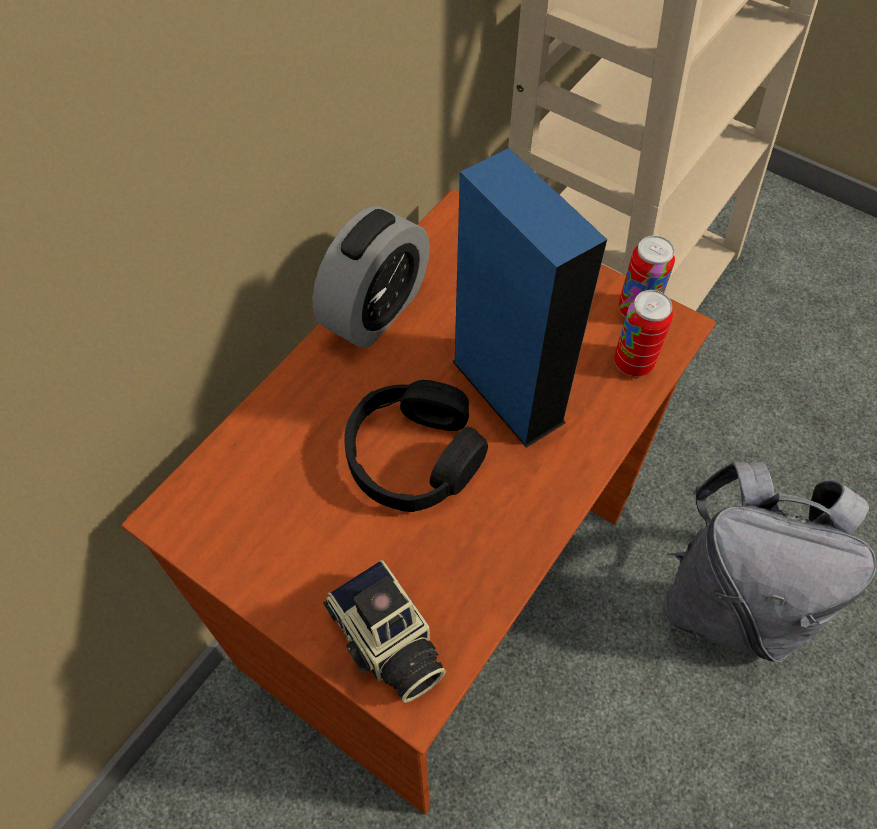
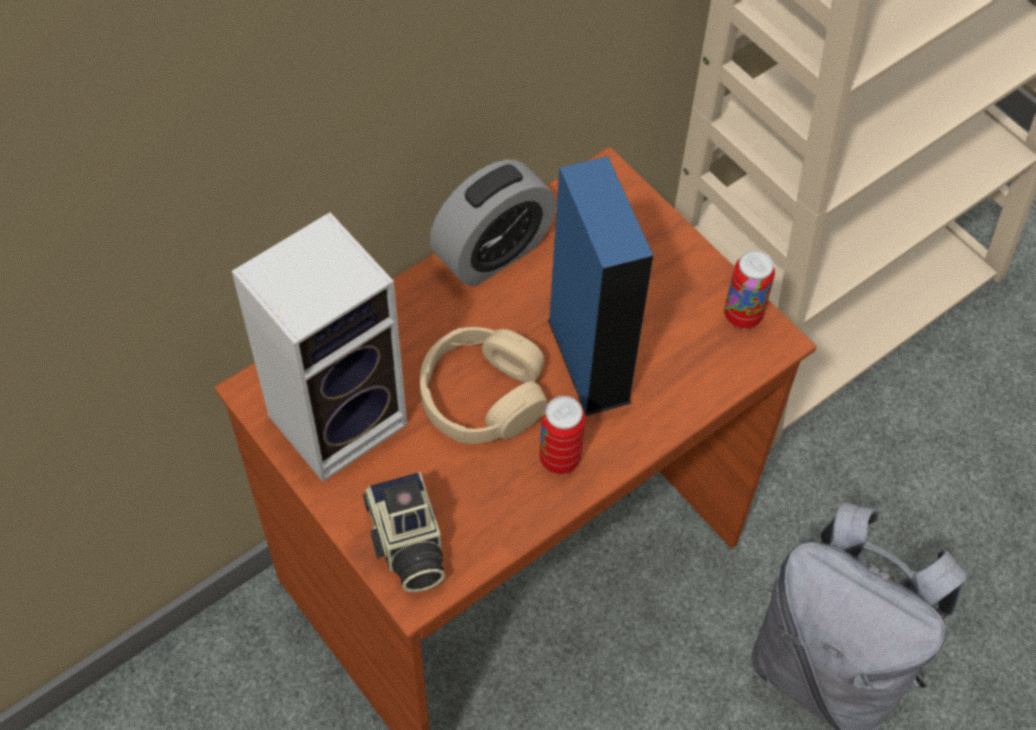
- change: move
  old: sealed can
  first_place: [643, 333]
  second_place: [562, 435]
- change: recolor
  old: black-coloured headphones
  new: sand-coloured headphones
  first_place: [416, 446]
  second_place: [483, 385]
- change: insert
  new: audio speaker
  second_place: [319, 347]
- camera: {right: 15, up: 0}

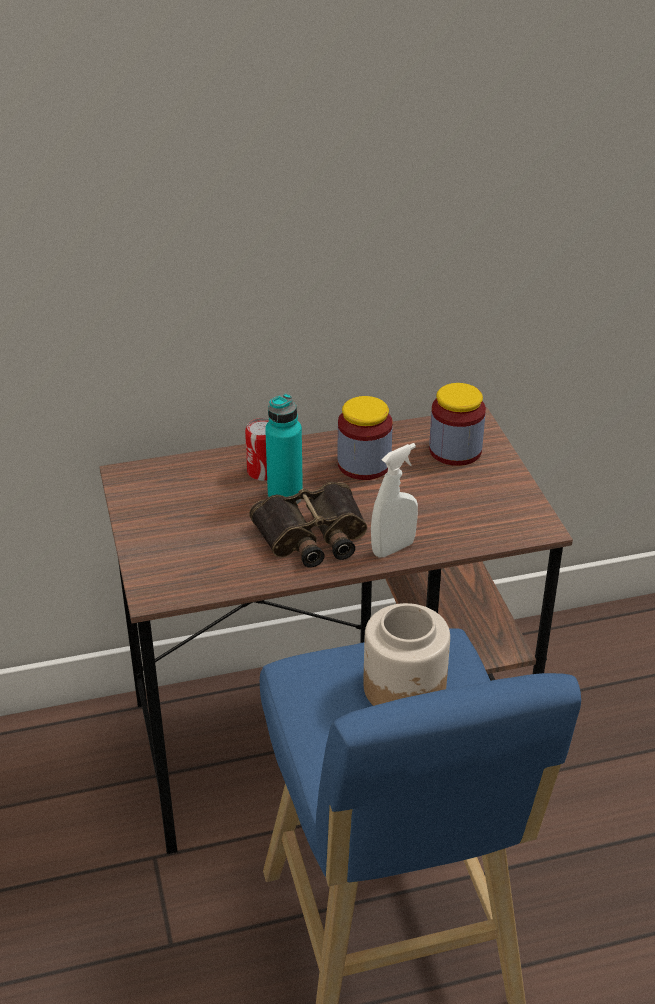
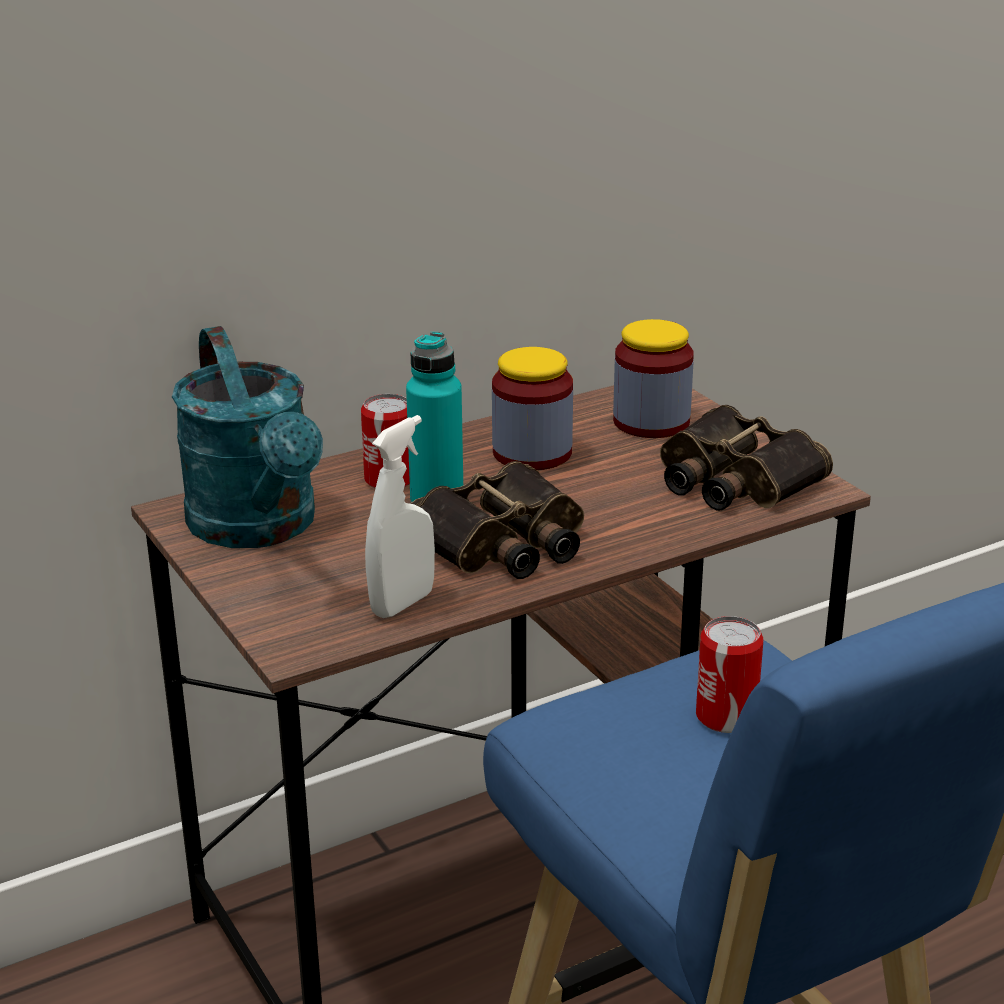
- change: move
  old: whitish spray bottle
  first_place: [394, 500]
  second_place: [400, 516]
- change: replace
  old: jar
  new: sealed can
  first_place: [406, 654]
  second_place: [729, 674]
- change: insert
  new: blue-green watering pot
  second_place: [247, 437]
- change: insert
  new: binoculars
  second_place: [746, 458]
- camera: {right: -15, up: -10}

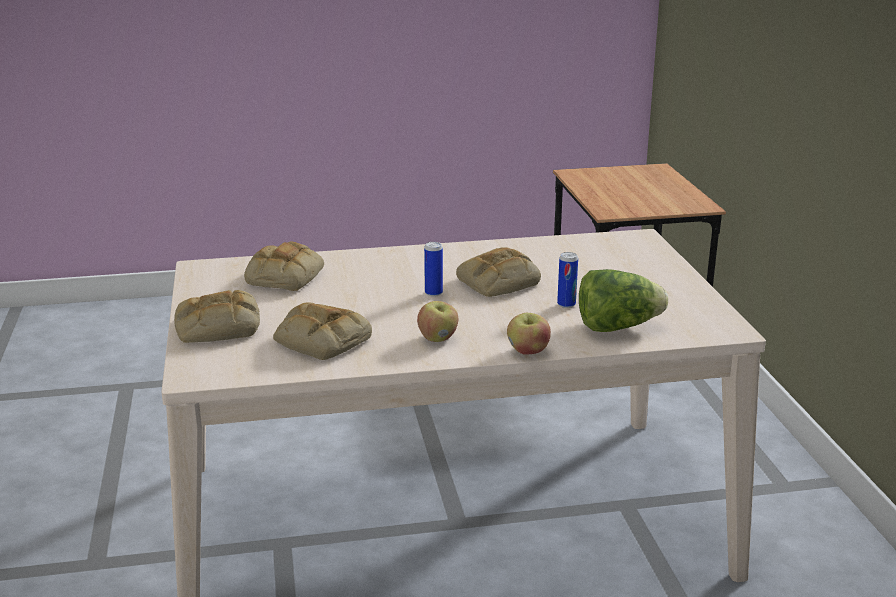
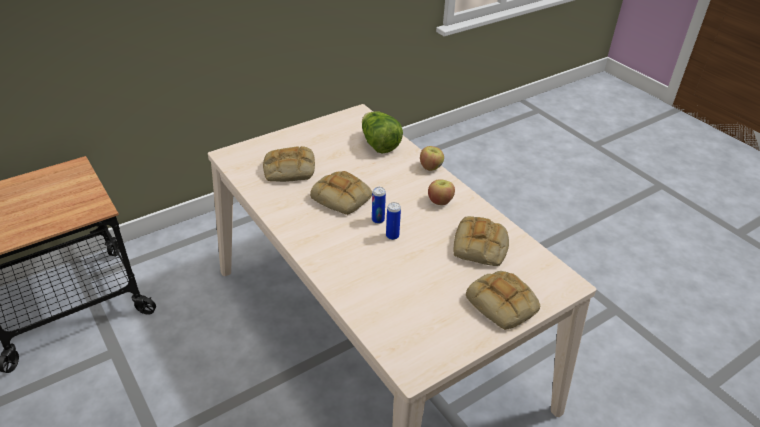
- change: move
  old: bread
  first_place: [284, 266]
  second_place: [289, 164]
- change: move
  old: sealed can
  first_place: [567, 280]
  second_place: [393, 221]
- camera: {right: -115, up: 15}

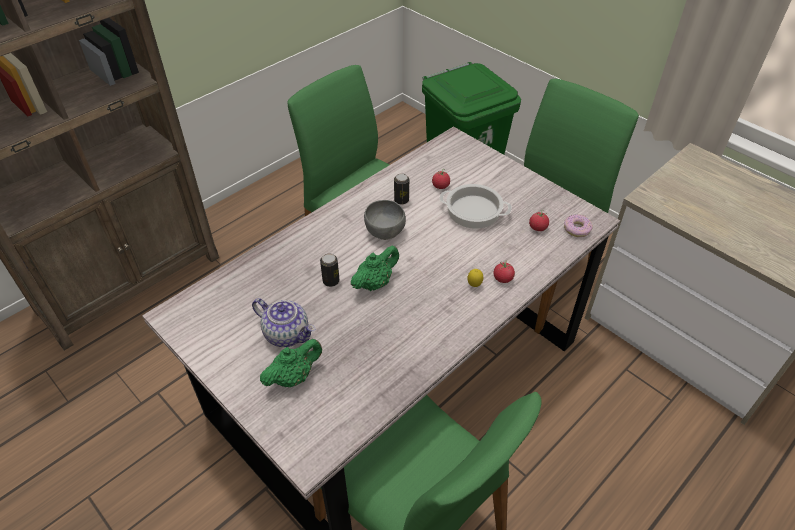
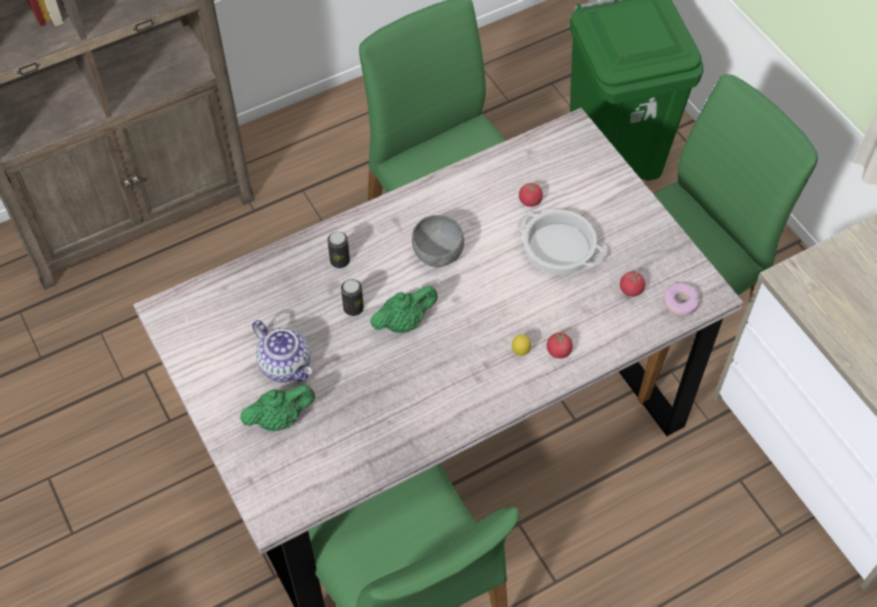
- change: move
  old: sealed can
  first_place: [401, 189]
  second_place: [338, 249]
- camera: {right: 15, up: 10}

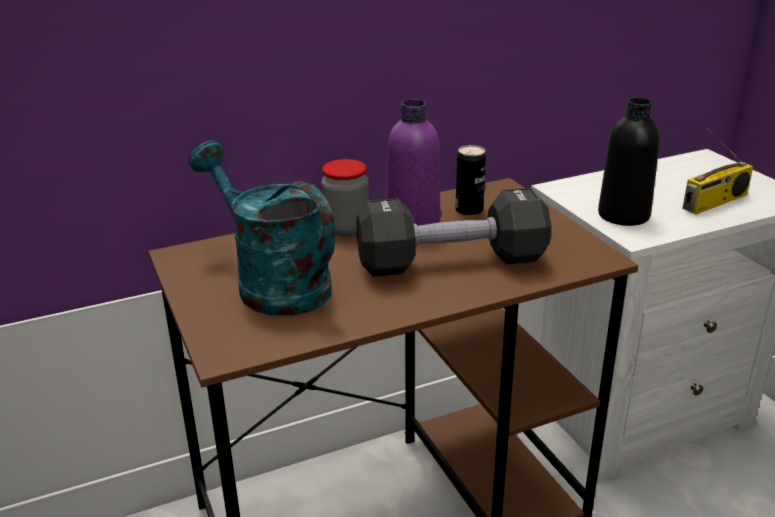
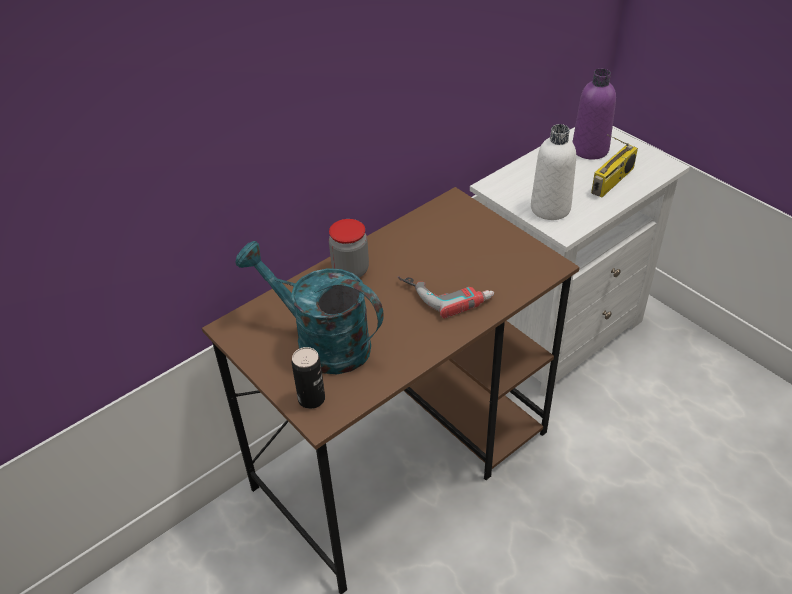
- change: recolor
  old: black-coloured bottle
  new: whitish bottle
  first_place: [629, 162]
  second_place: [553, 172]
- change: move
  old: purple bottle
  first_place: [413, 163]
  second_place: [594, 114]
- change: move
  old: sealed can
  first_place: [470, 180]
  second_place: [308, 378]
- change: replace
  old: black-coloured dumbbell
  new: electric drill
  first_place: [454, 232]
  second_place: [446, 297]
- camera: {right: -15, up: 15}

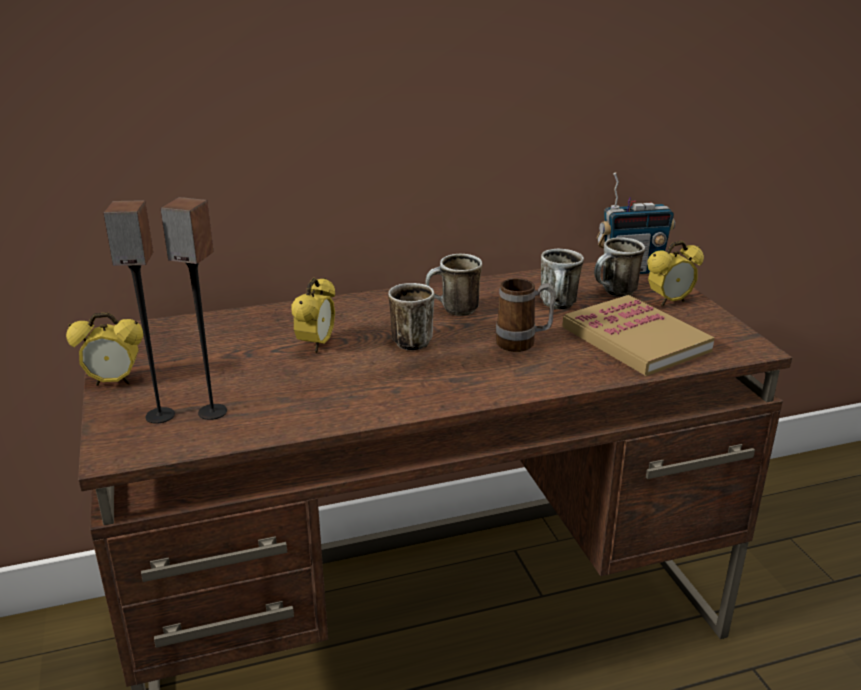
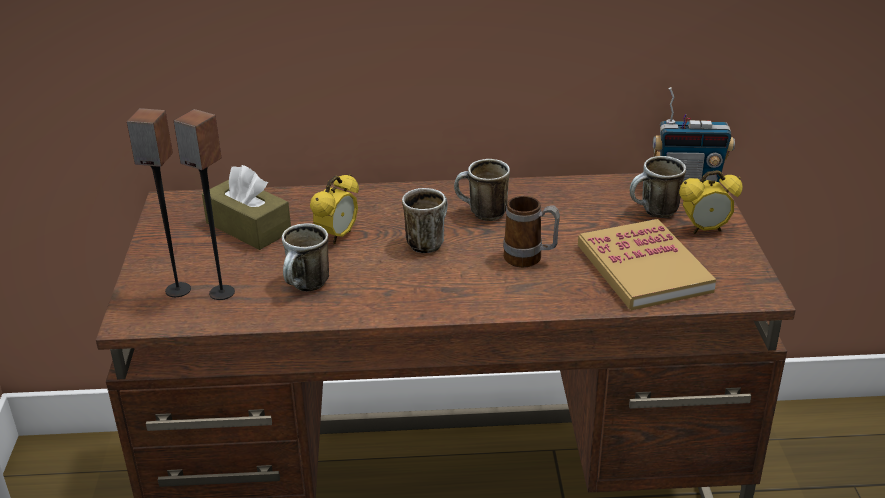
- change: move
  old: tea mug
  first_place: [562, 279]
  second_place: [305, 257]
- change: delete
  old: alarm clock
  first_place: [105, 349]
- change: insert
  new: brown tissue box
  second_place: [246, 207]
- camera: {right: 15, up: 5}

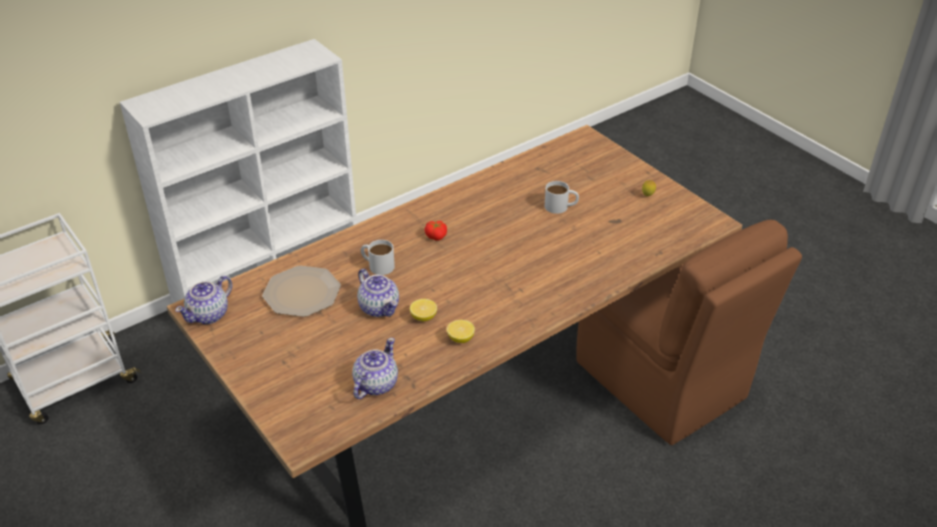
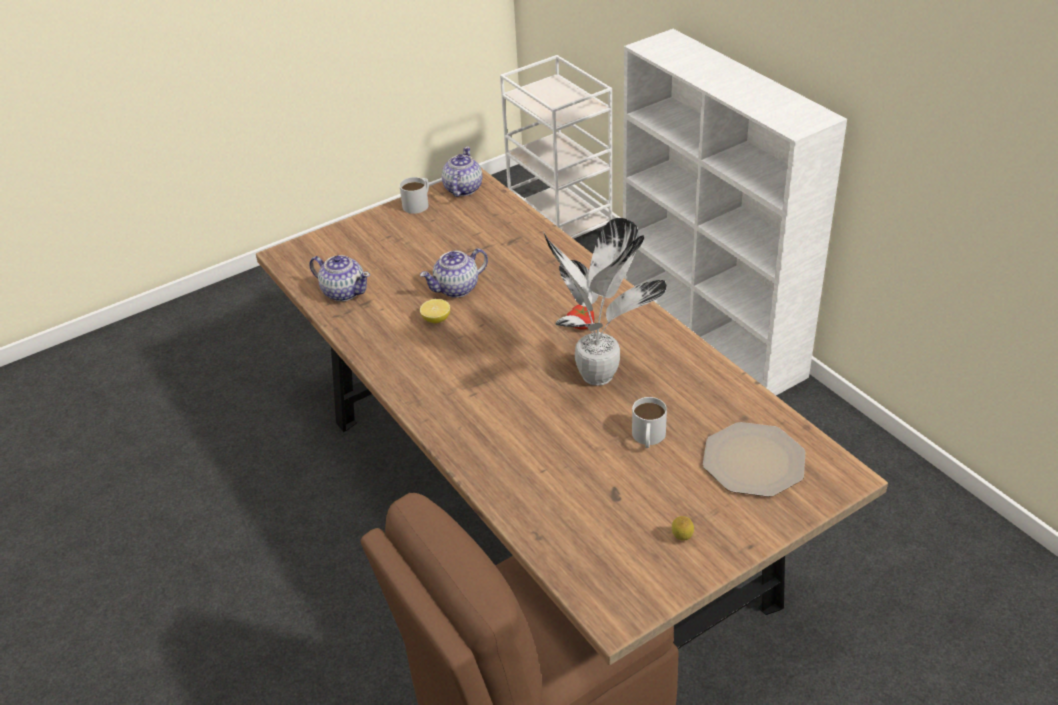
- change: move
  old: whitish tea mug
  first_place: [378, 257]
  second_place: [414, 195]
- change: move
  old: plate
  first_place: [302, 291]
  second_place: [754, 459]
- change: rotate
  old: tea pot
  first_place: [203, 300]
  second_place: [462, 172]
  degrees: 60
- change: delete
  old: citrus fruit
  first_place: [461, 331]
- change: insert
  new: houseplant
  second_place: [605, 302]
- camera: {right: 95, up: 0}

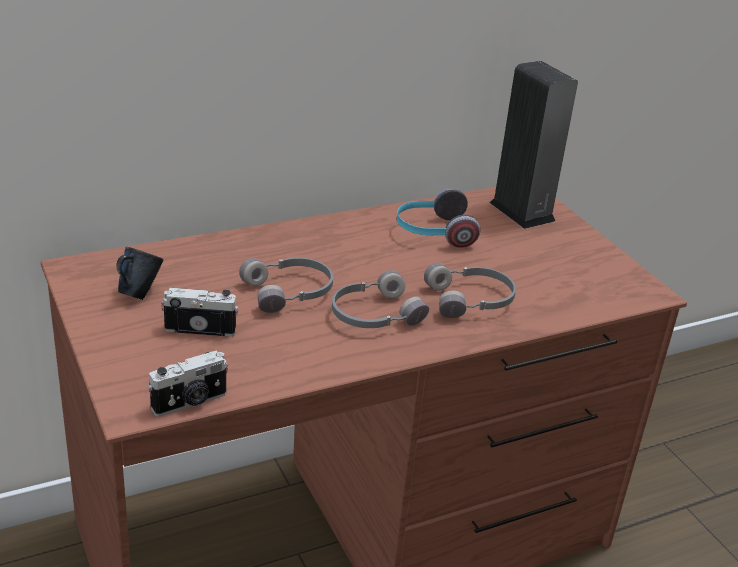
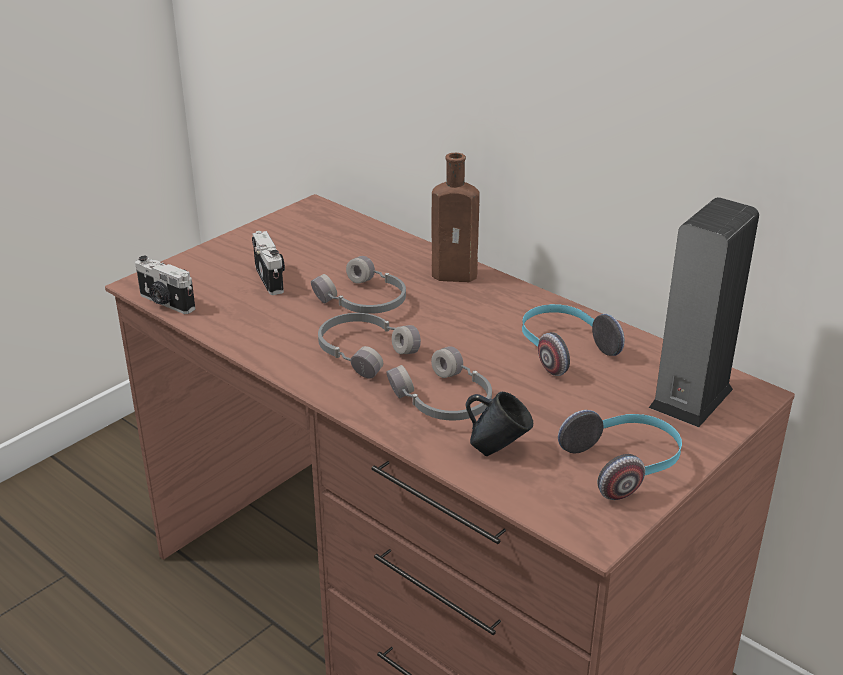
- change: move
  old: bluish tea mug
  first_place: [139, 273]
  second_place: [499, 424]
- change: insert
  new: brown bottle
  second_place: [455, 217]
- change: insert
  new: headphones
  second_place: [620, 455]
- camera: {right: 70, up: 0}

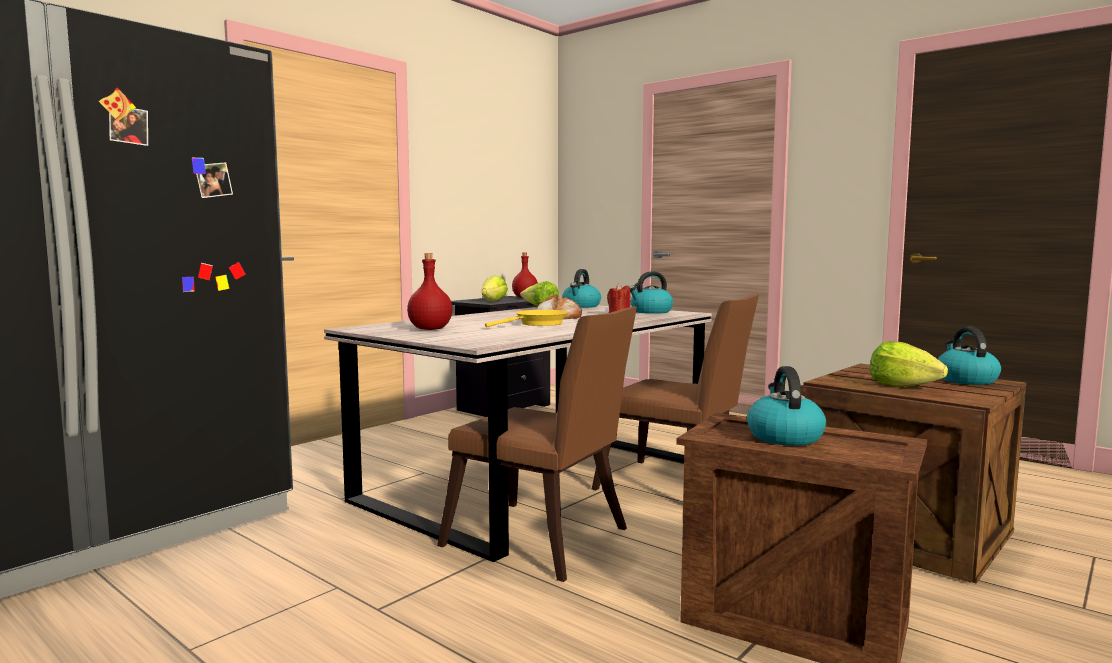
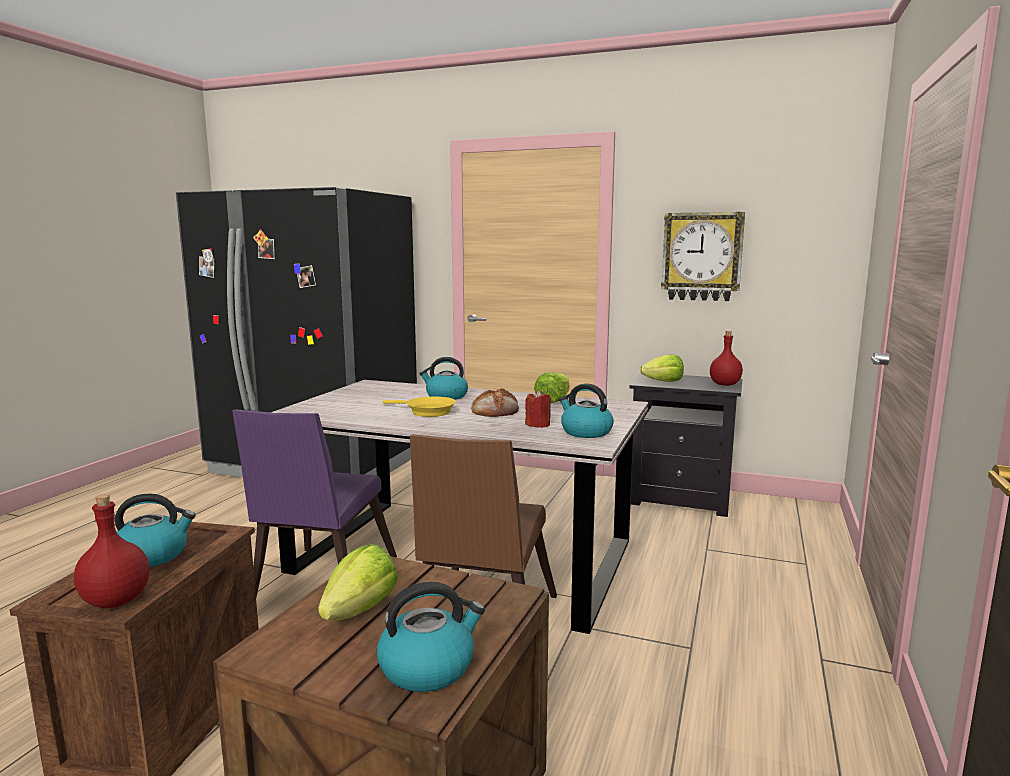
- change: move
  old: red bottle
  first_place: [429, 291]
  second_place: [112, 551]
- change: move
  old: tea kettle
  first_place: [581, 288]
  second_place: [443, 378]
- change: recolor
  old: brown chair
  new: purple chair
  first_place: [537, 444]
  second_place: [314, 503]
- change: insert
  new: clock on the wall
  second_place: [703, 256]
- camera: {right: 70, up: 5}

